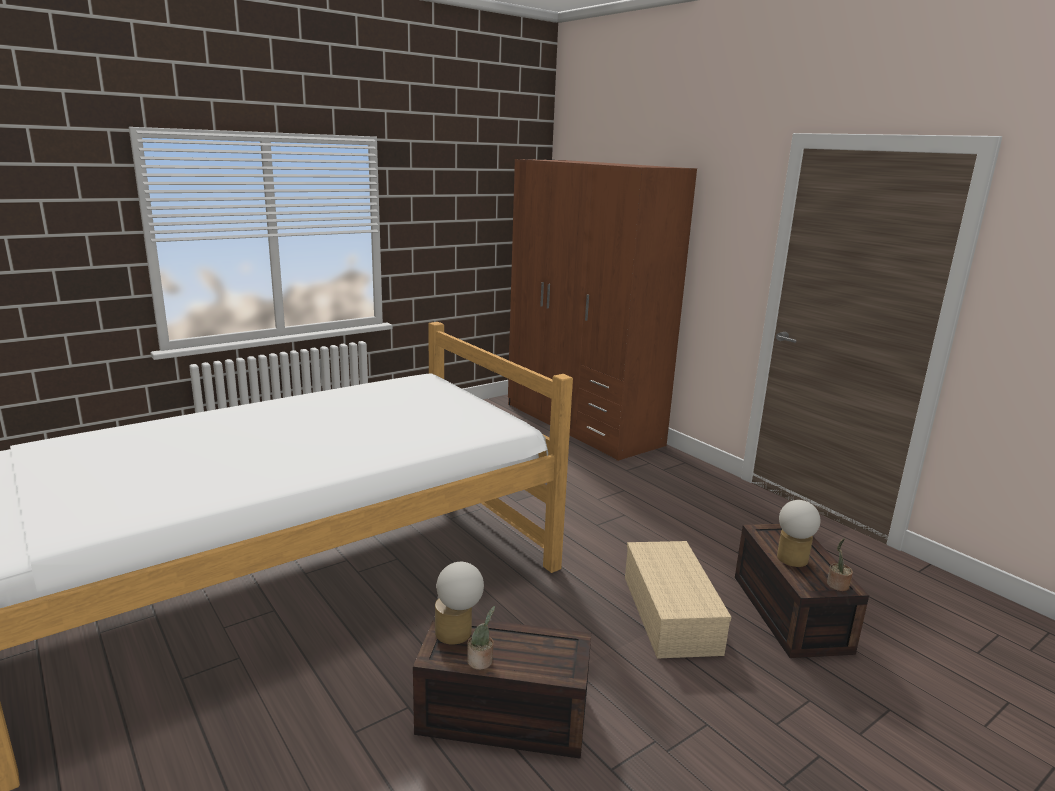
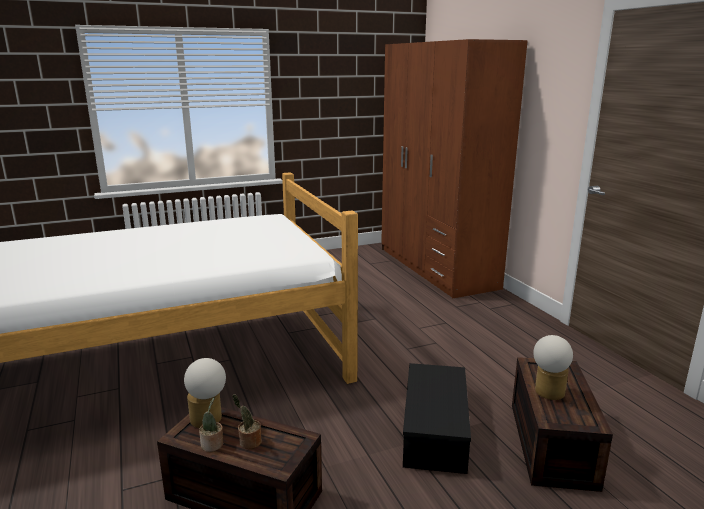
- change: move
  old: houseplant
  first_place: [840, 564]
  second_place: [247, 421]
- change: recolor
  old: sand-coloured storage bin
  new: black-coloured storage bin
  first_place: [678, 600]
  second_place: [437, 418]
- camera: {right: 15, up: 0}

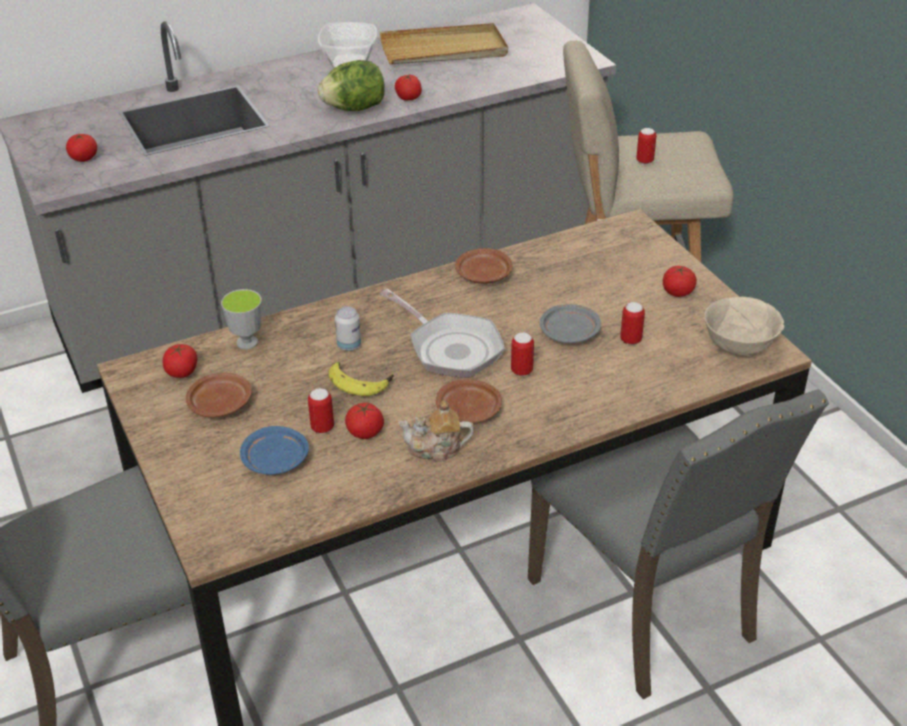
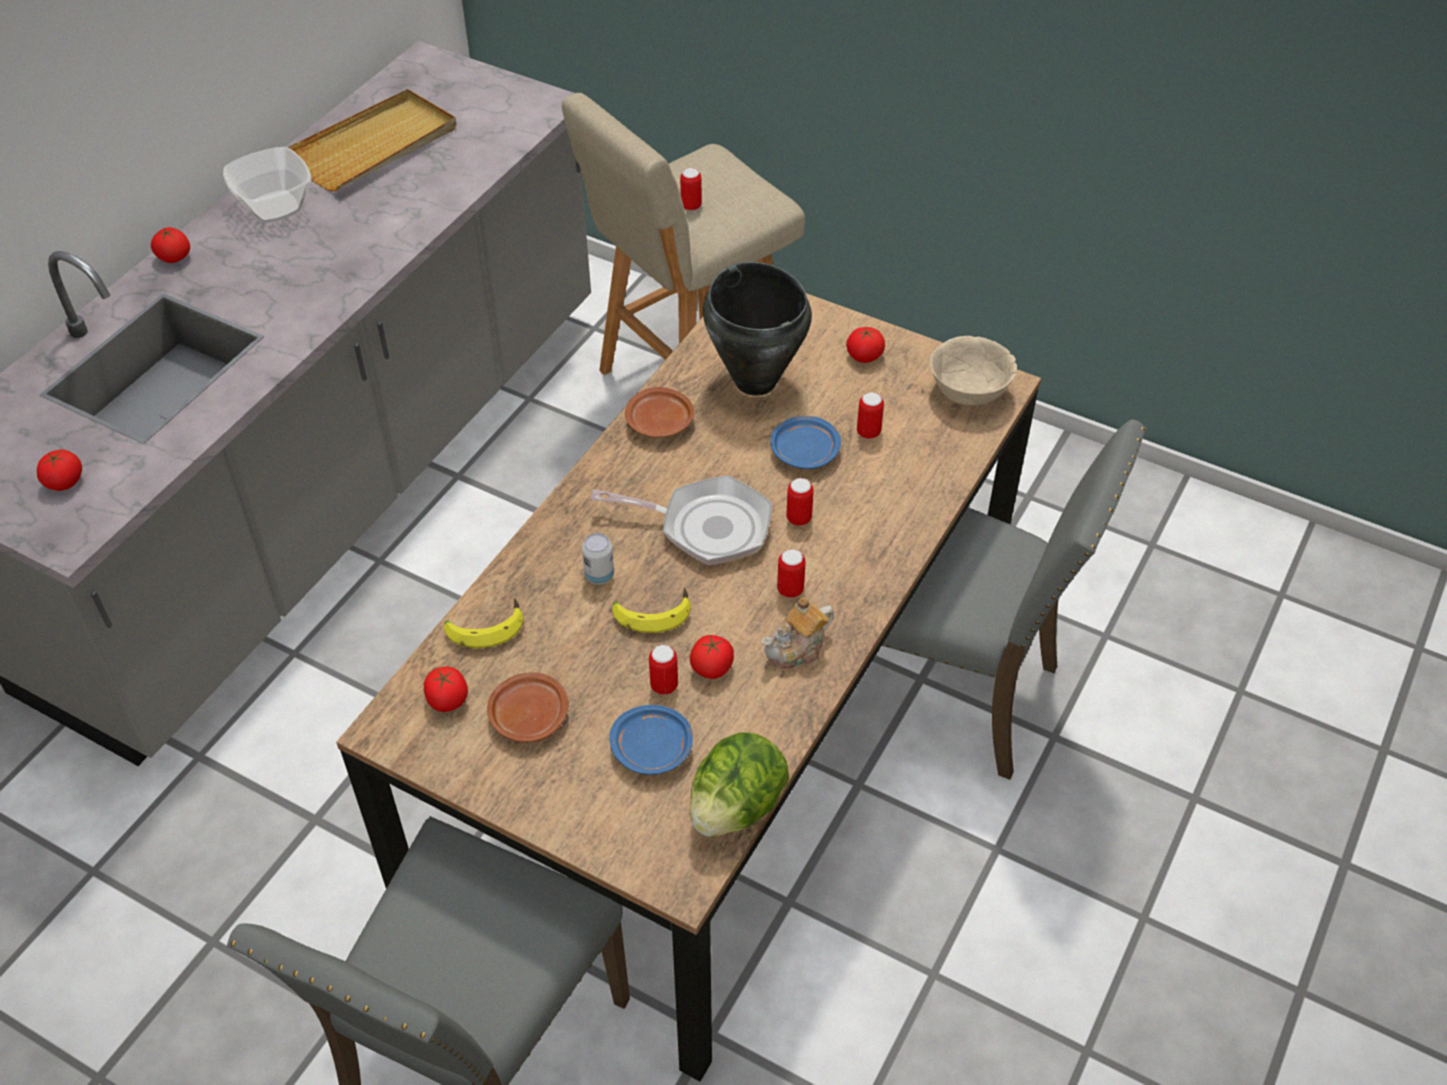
- change: move
  old: lettuce head
  first_place: [351, 85]
  second_place: [740, 784]
- change: move
  old: whole tomato
  first_place: [408, 87]
  second_place: [170, 245]
- change: replace
  old: cup
  new: whole banana
  first_place: [241, 319]
  second_place: [483, 623]
- change: recolor
  old: gray plate
  new: bluish plate
  first_place: [570, 323]
  second_place: [805, 442]
- change: replace
  old: brown plate
  new: sealed can
  first_place: [469, 401]
  second_place: [791, 573]
- change: insert
  new: black-coloured saucepot
  second_place: [757, 329]
- camera: {right: -35, up: 10}

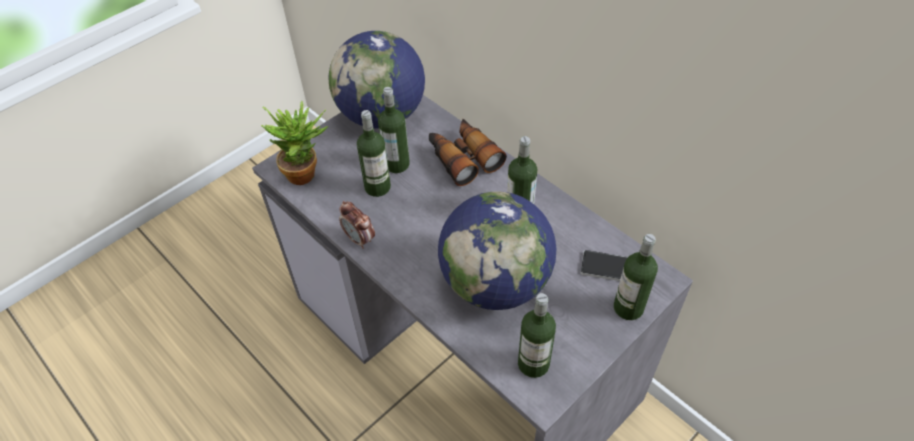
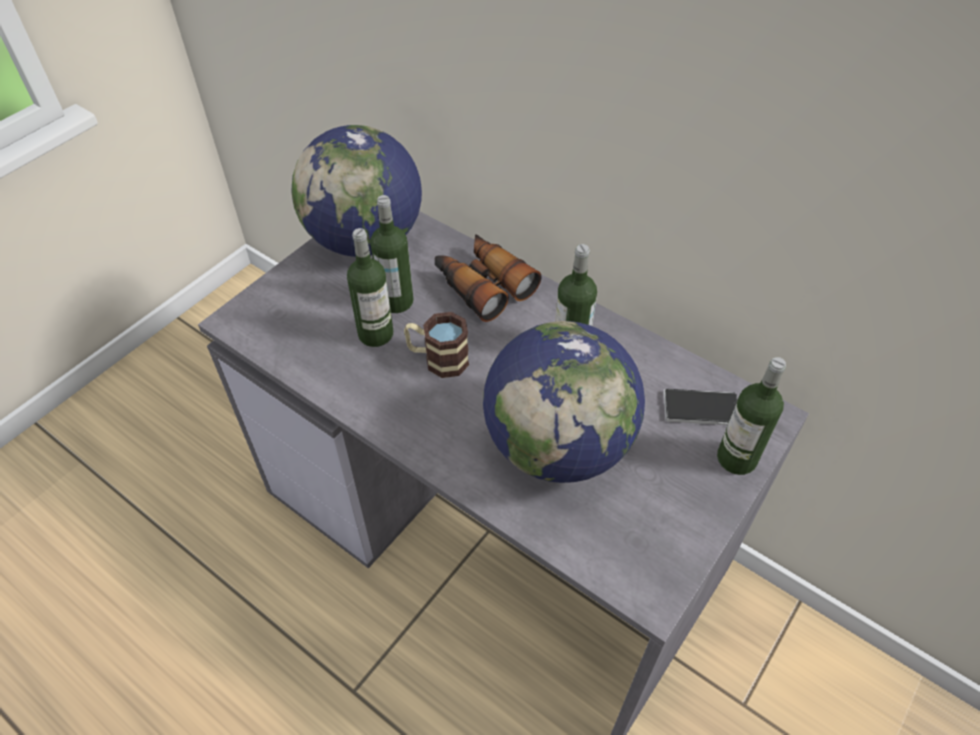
- change: delete
  old: houseplant
  first_place: [294, 143]
- change: delete
  old: alarm clock
  first_place: [357, 225]
- change: delete
  old: bottle
  first_place: [537, 335]
- change: insert
  new: tea mug
  second_place: [436, 345]
- camera: {right: -10, up: 0}

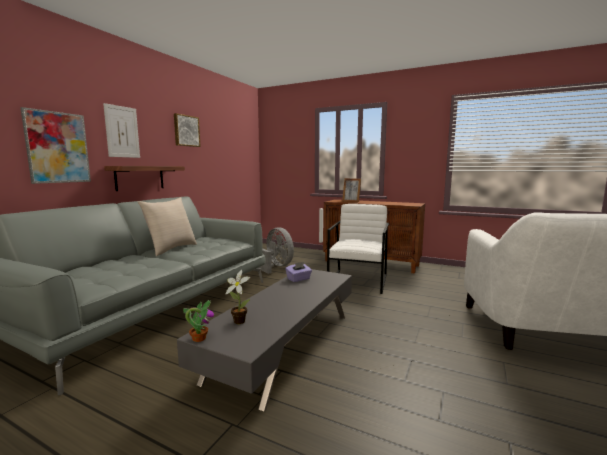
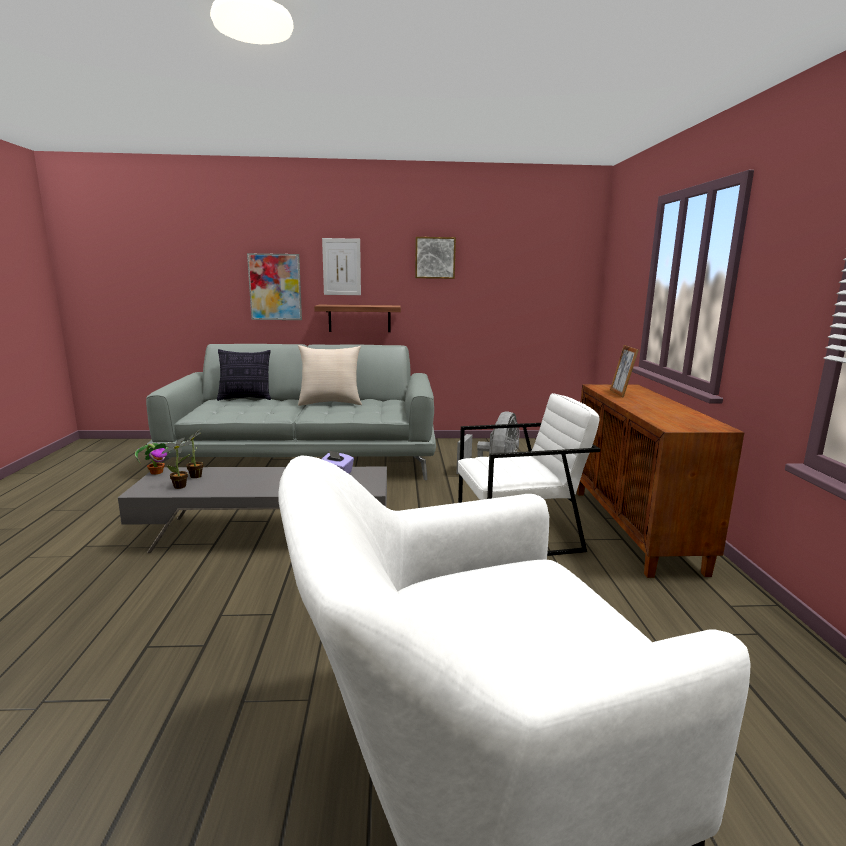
- change: insert
  new: pillow
  second_place: [244, 375]
- change: insert
  new: houseplant
  second_place: [177, 463]
- camera: {right: 60, up: 5}

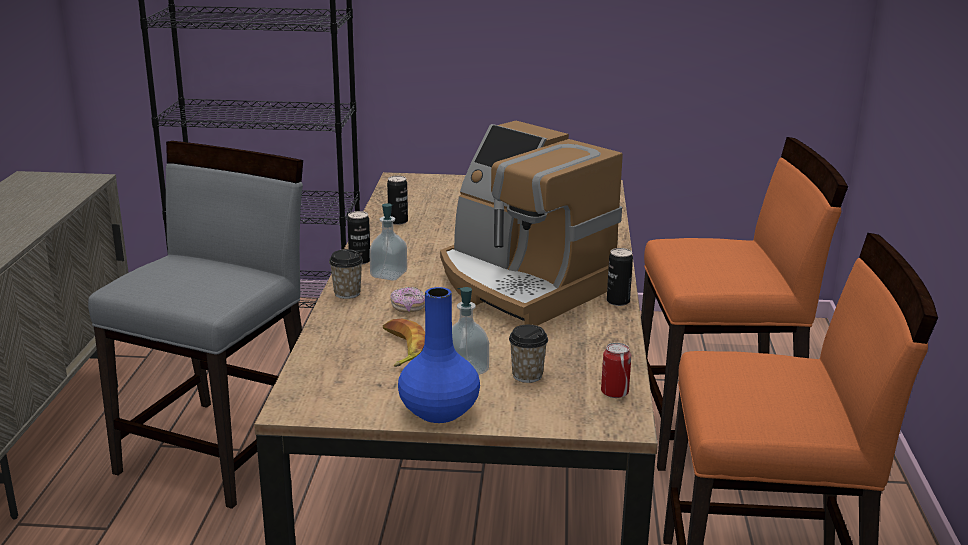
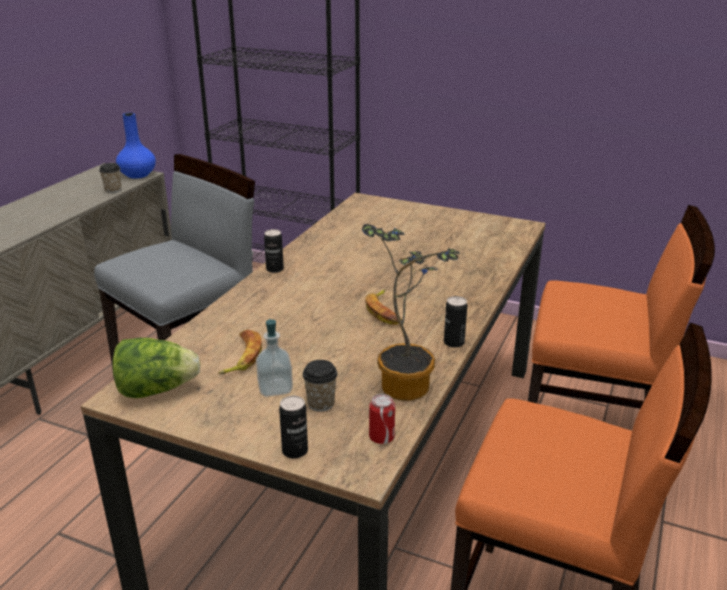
- change: replace
  old: coffee brewer
  new: whole banana
  first_place: [531, 223]
  second_place: [383, 307]
- change: move
  old: sealed can
  first_place: [397, 200]
  second_place: [293, 427]
- change: delete
  old: soap bottle
  first_place: [388, 242]
- change: move
  old: cup
  first_place: [346, 274]
  second_place: [110, 178]
- change: delete
  old: ring doughnut
  first_place: [407, 300]
- change: move
  old: bluish flower vase
  first_place: [439, 355]
  second_place: [136, 146]
- change: insert
  new: houseplant
  second_place: [411, 312]
- change: insert
  new: lettuce head
  second_place: [156, 368]
- camera: {right: 20, up: 5}

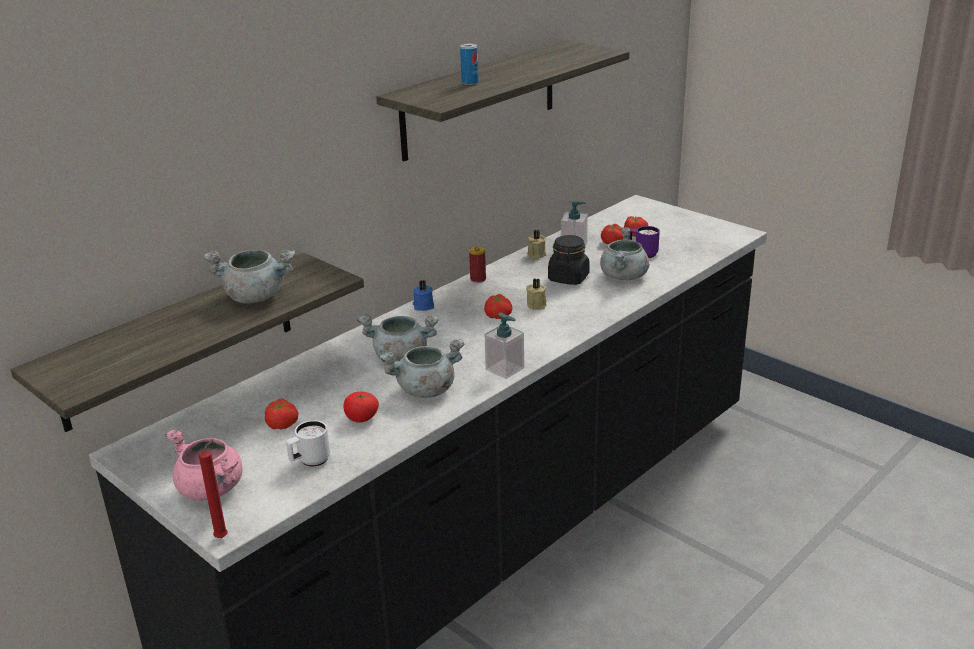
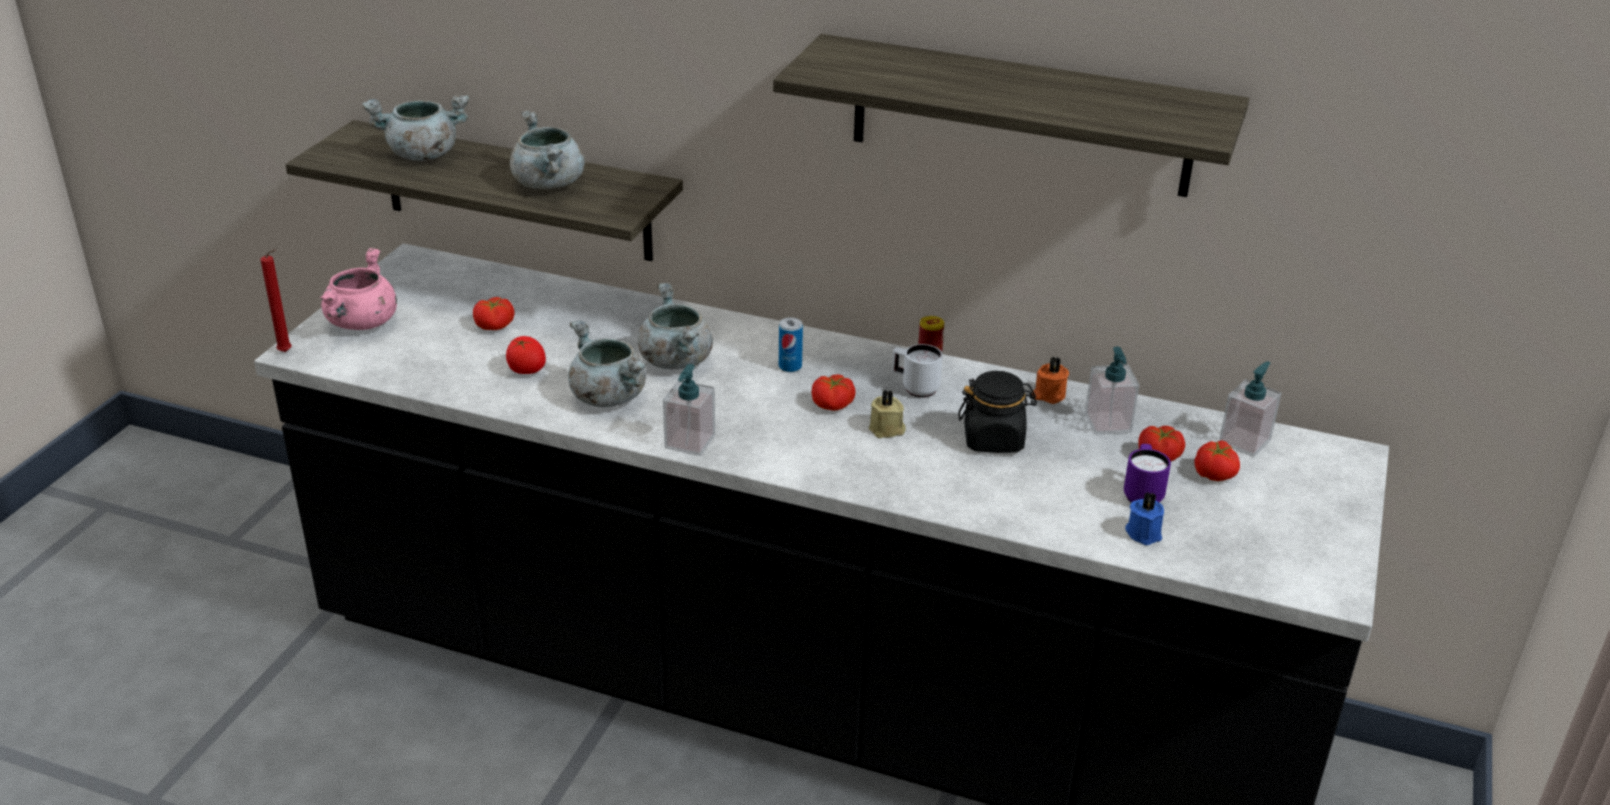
- change: move
  old: sealed can
  first_place: [469, 64]
  second_place: [791, 344]
- change: move
  old: gray saucepot
  first_place: [624, 253]
  second_place: [415, 128]
- change: recolor
  old: sand-coloured candle
  new: orange candle
  first_place: [536, 244]
  second_place: [1050, 380]
- change: move
  old: bluish candle
  first_place: [423, 295]
  second_place: [1144, 518]
- change: move
  old: whitish tea mug
  first_place: [308, 443]
  second_place: [917, 371]
- change: insert
  new: soap bottle
  second_place: [1250, 409]
- camera: {right: 65, up: 5}

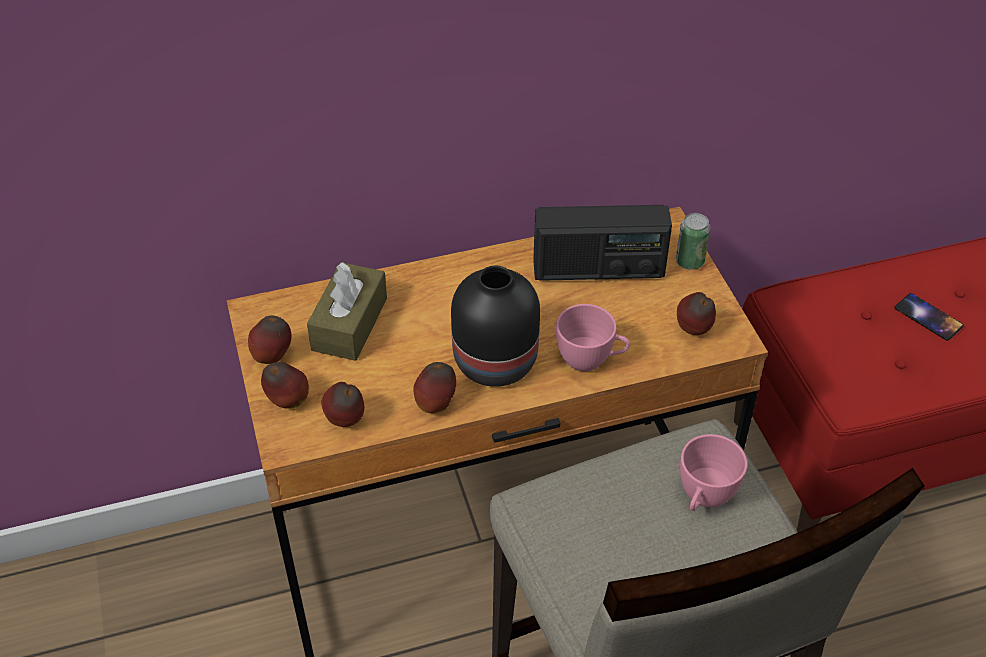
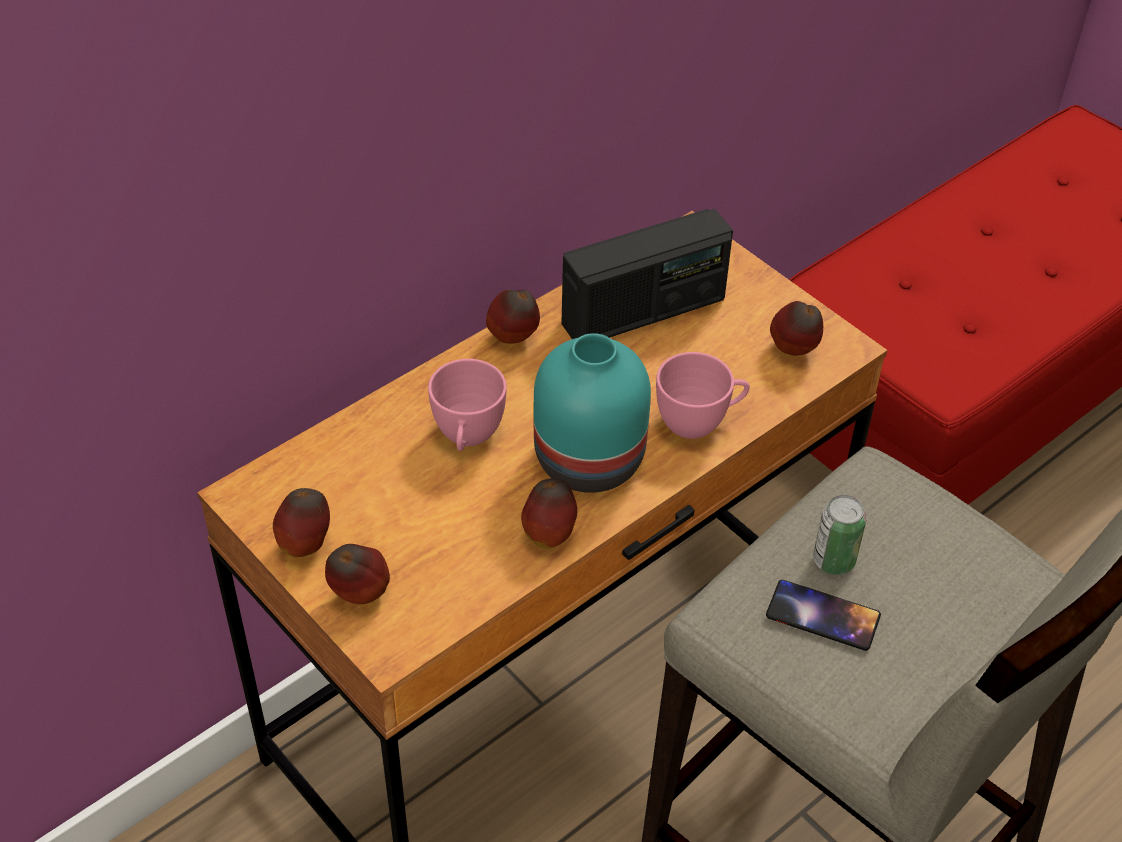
- change: move
  old: sealed can
  first_place: [693, 241]
  second_place: [839, 535]
- change: delete
  old: brown tissue box
  first_place: [347, 311]
- change: recolor
  old: black-coloured flower vase
  new: blue-green flower vase
  first_place: [495, 326]
  second_place: [592, 413]
- change: move
  old: telephone
  first_place: [929, 317]
  second_place: [823, 615]
- change: move
  old: whole apple
  first_place: [342, 404]
  second_place: [513, 317]
- change: move
  old: pinkish cup
  first_place: [714, 472]
  second_place: [467, 405]
- camera: {right: -25, up: 0}

